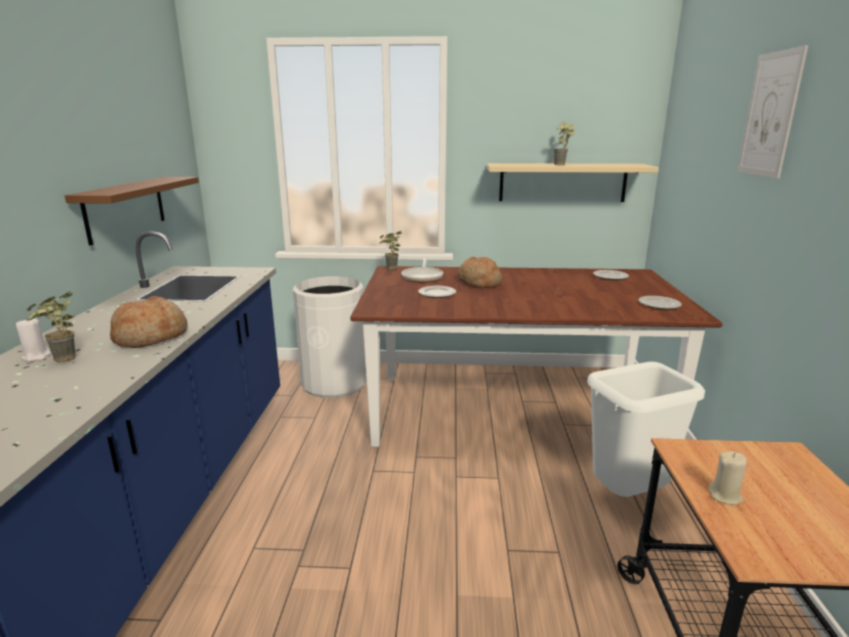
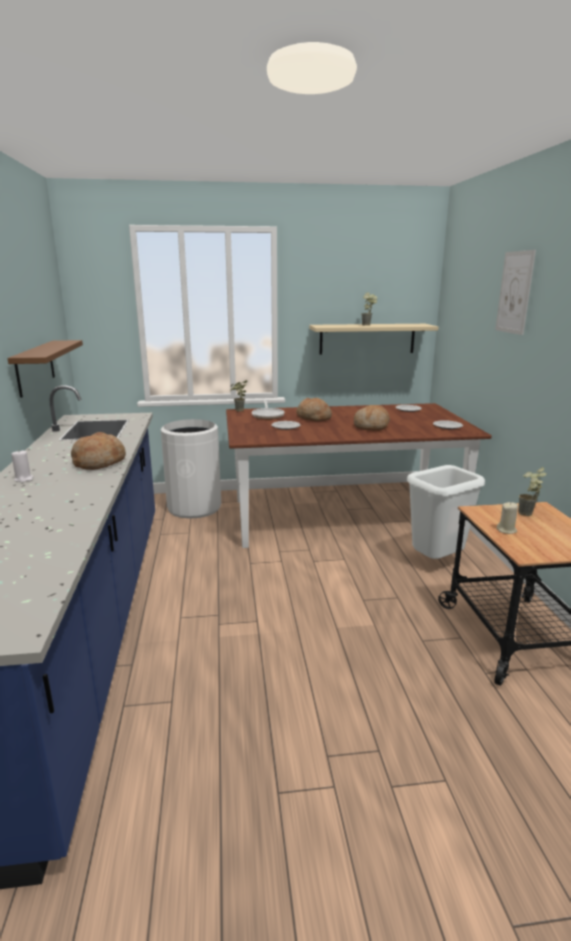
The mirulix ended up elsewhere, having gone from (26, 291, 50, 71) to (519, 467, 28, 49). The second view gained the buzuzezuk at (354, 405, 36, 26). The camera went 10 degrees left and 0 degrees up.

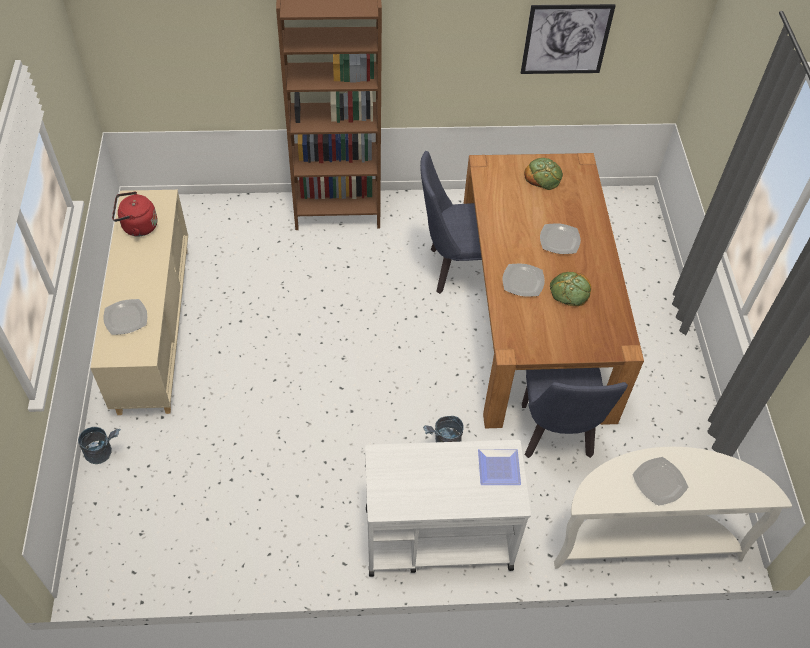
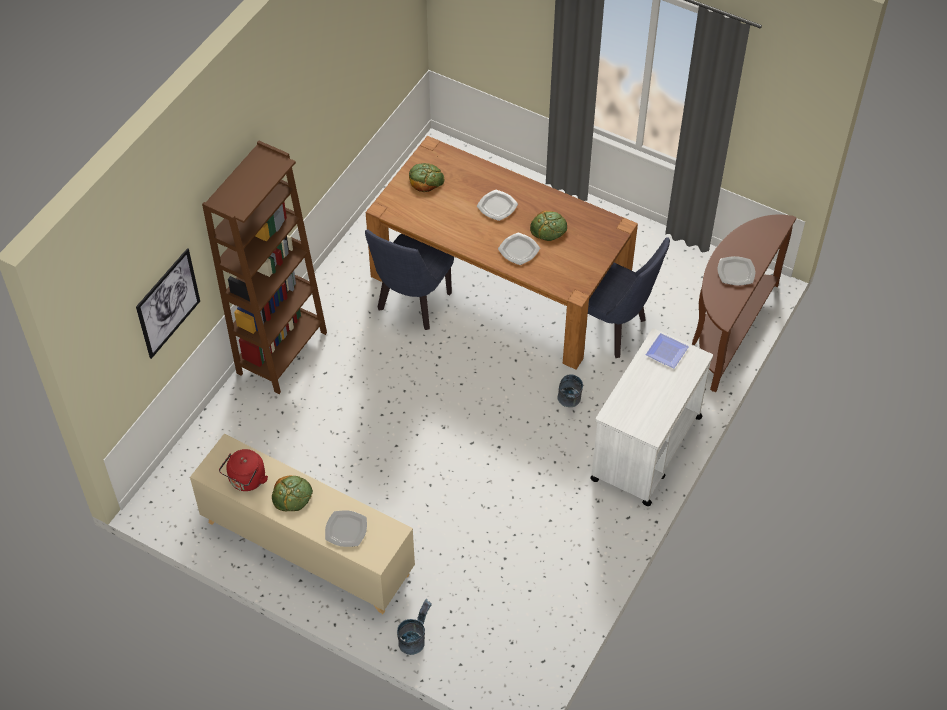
The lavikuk ended up elsewhere, having gone from (521, 4, 95, 70) to (136, 248, 64, 111). What was the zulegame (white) at (554, 447, 238, 122) turned into the zulegame (brown) at (692, 215, 105, 177). The second view gained the buzuzezuk at (272, 476, 41, 35). The camera went 55 degrees left and 0 degrees up.

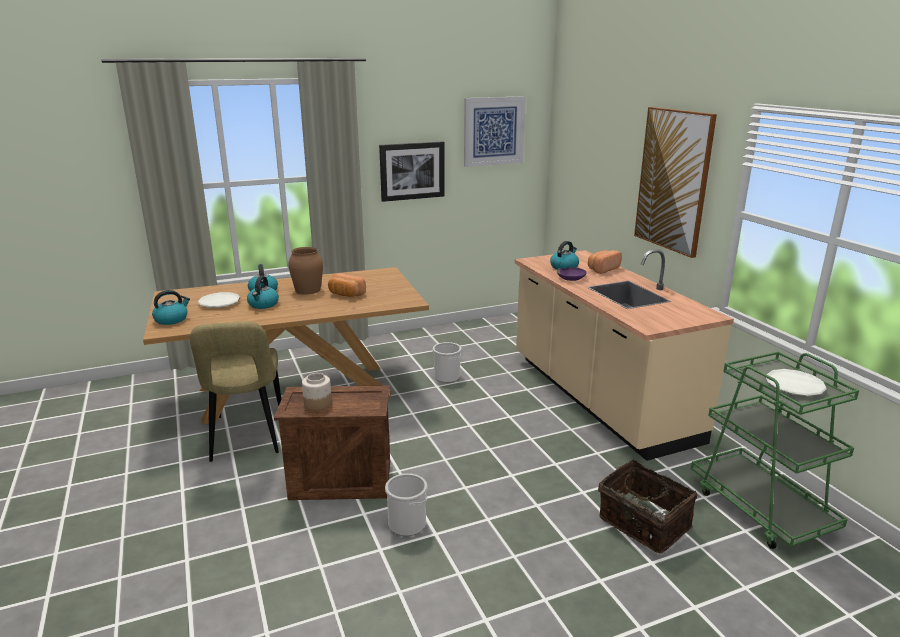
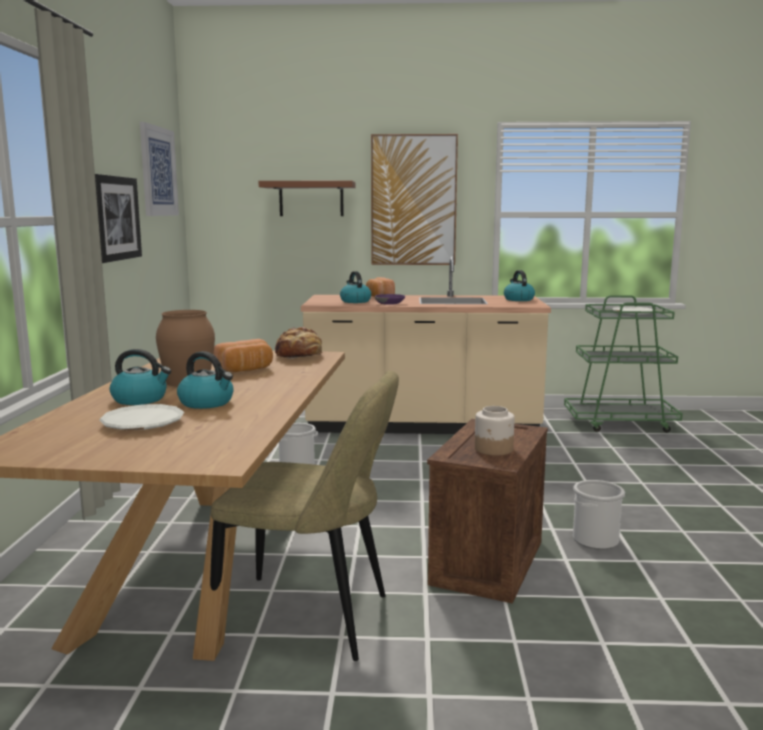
The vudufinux ended up elsewhere, having gone from (152, 290, 38, 35) to (504, 270, 31, 31). The second view lost the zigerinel at (598, 459, 100, 94). The second view gained the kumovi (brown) at (258, 181, 98, 35). The second view gained the buzuzezuk at (275, 327, 48, 32). The camera went 65 degrees left and 10 degrees down.

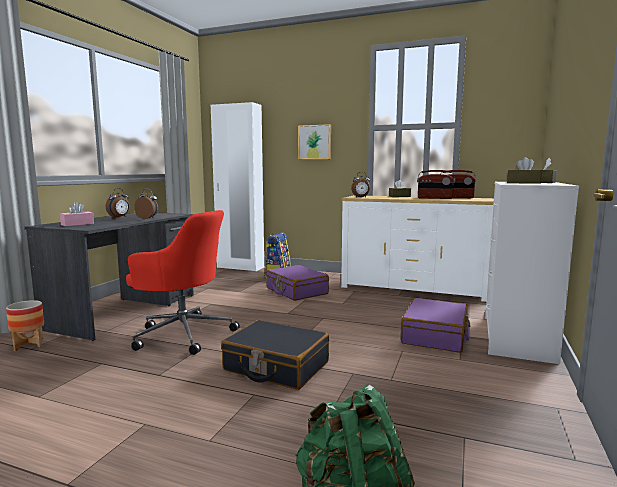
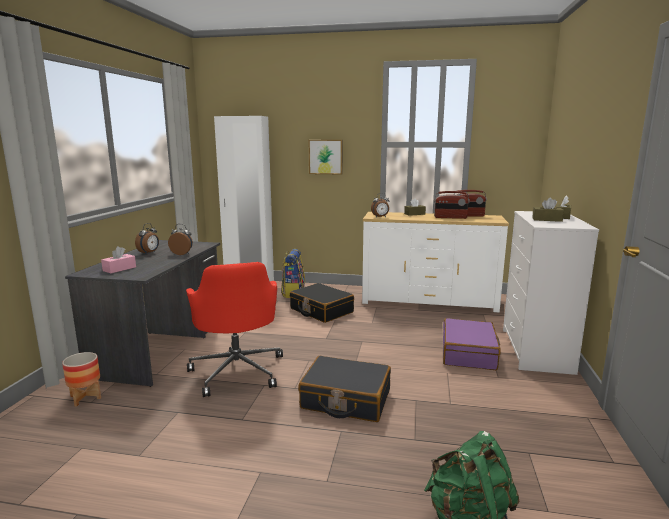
The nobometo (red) at (126, 210, 114, 145) ended up facing another way, 60 degrees clockwise from before. What was the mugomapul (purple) at (266, 265, 63, 36) turned into the mugomapul (black) at (290, 283, 64, 40). The camera went 10 degrees left and 5 degrees up.

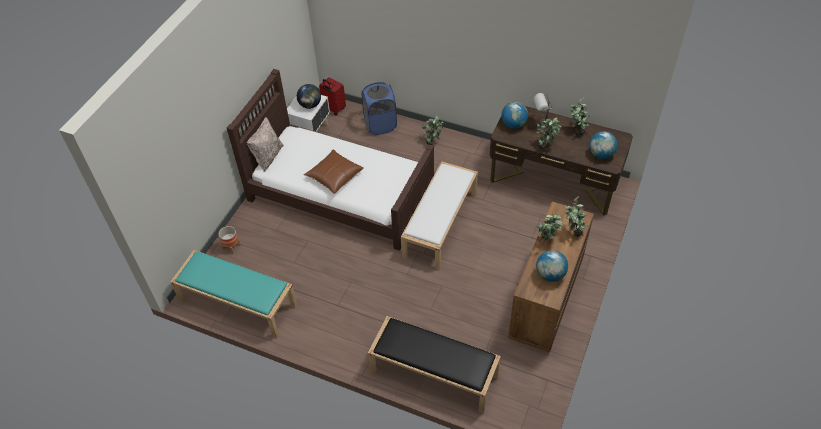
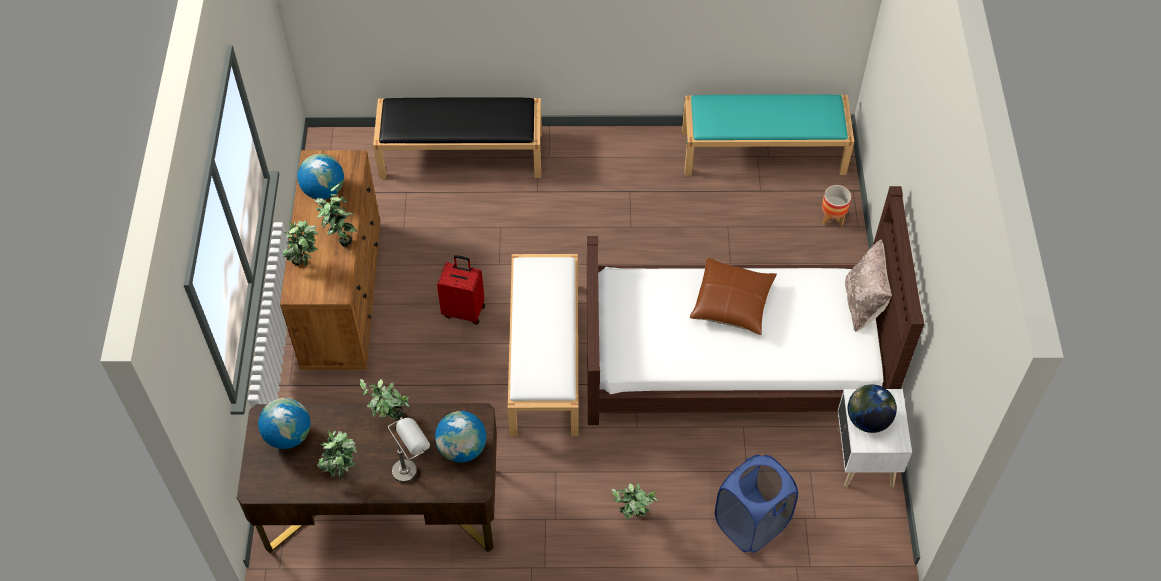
The mugomapul (red) ended up elsewhere, having gone from (319, 77, 27, 38) to (437, 255, 48, 70). The camera went 155 degrees right and 5 degrees up.

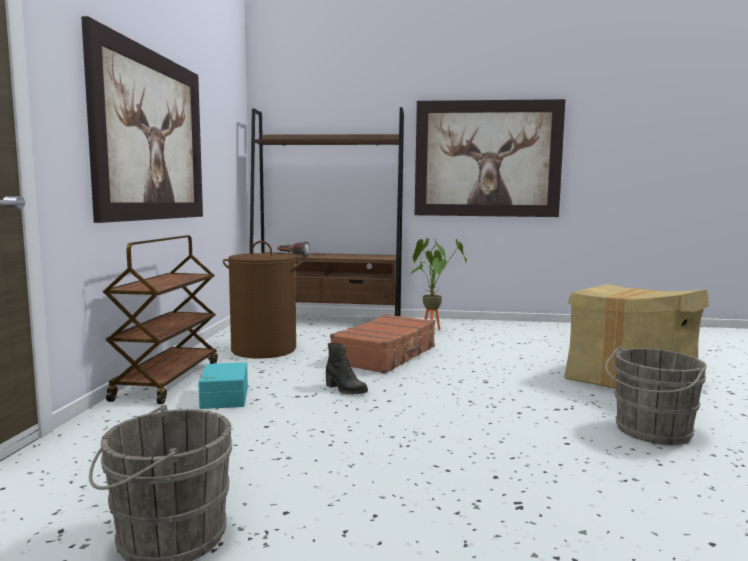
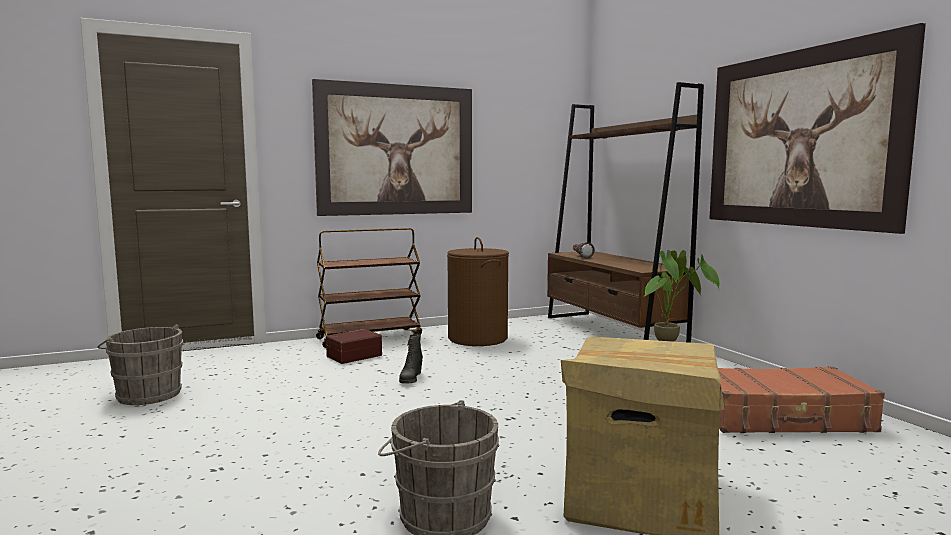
What was the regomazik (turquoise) at (198, 362, 50, 47) turned into the regomazik (brown) at (326, 329, 56, 35). The mugomapul (brown) ended up elsewhere, having gone from (330, 314, 105, 60) to (718, 366, 167, 67). The camera went 60 degrees right and 0 degrees up.

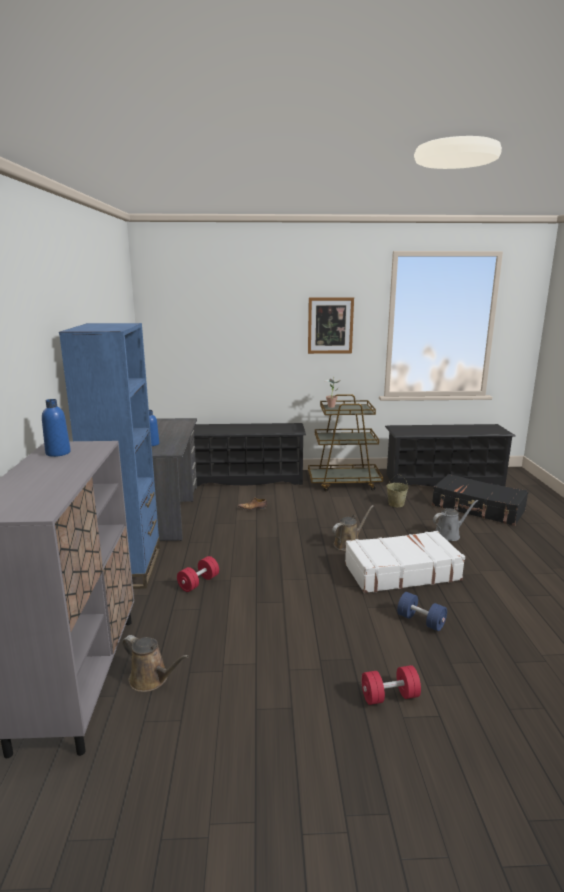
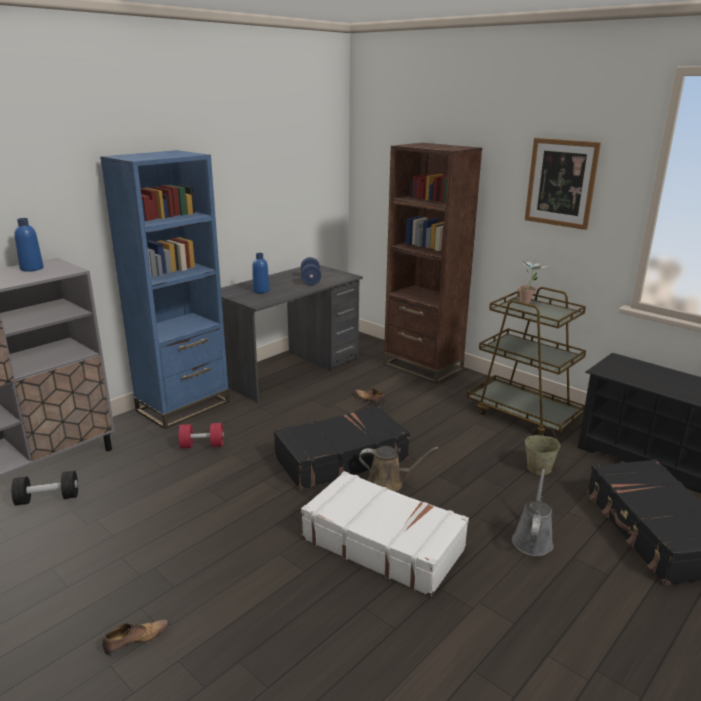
Where the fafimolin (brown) stood at (122, 635, 67, 57), the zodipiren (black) came to stand at (11, 471, 67, 34). Where the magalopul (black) stood at (194, 423, 112, 63), the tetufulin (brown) came to stand at (383, 143, 99, 241). Where the zodipiren (red) stood at (361, 665, 60, 40), the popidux came to stand at (102, 620, 68, 35). The zodipiren (blue) ended up elsewhere, having gone from (397, 592, 50, 39) to (301, 257, 20, 28). The fafimolin (grey) at (433, 500, 45, 41) ended up facing another way, 90 degrees counterclockwise from before. The second view gained the mugomapul (black) at (274, 405, 136, 85). The camera went 45 degrees right and 5 degrees up.

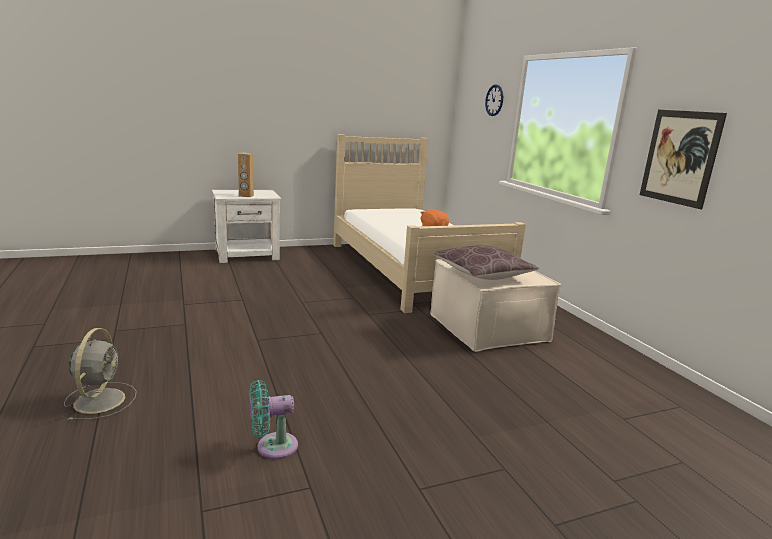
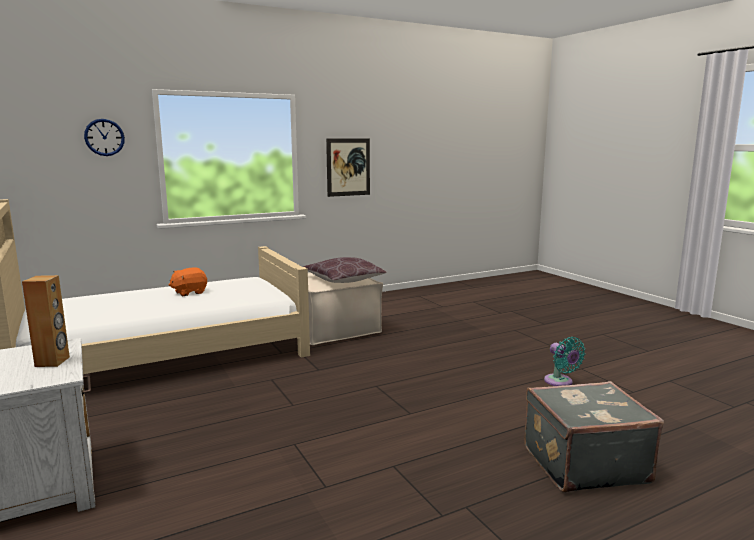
Where the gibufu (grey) stood at (64, 328, 73, 93), the mugomapul (grey) came to stand at (524, 381, 140, 112). The camera went 95 degrees left and 5 degrees down.

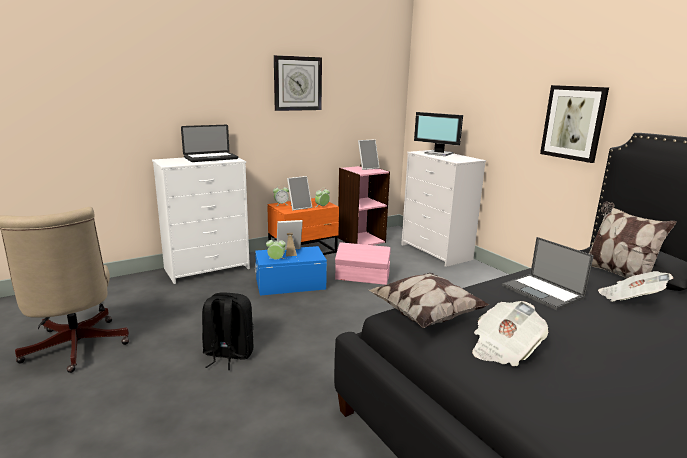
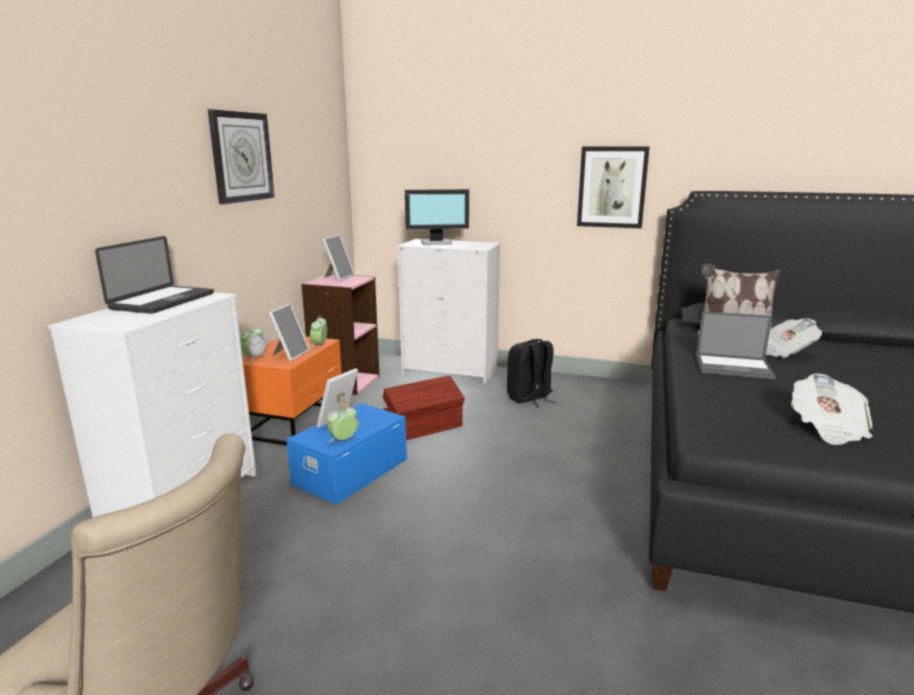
The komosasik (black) ended up elsewhere, having gone from (202, 292, 51, 78) to (507, 339, 48, 68). What was the regomazik (pink) at (335, 242, 55, 43) turned into the regomazik (brown) at (382, 375, 83, 65). The second view lost the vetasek at (368, 273, 121, 55). The camera went 40 degrees left and 0 degrees up.

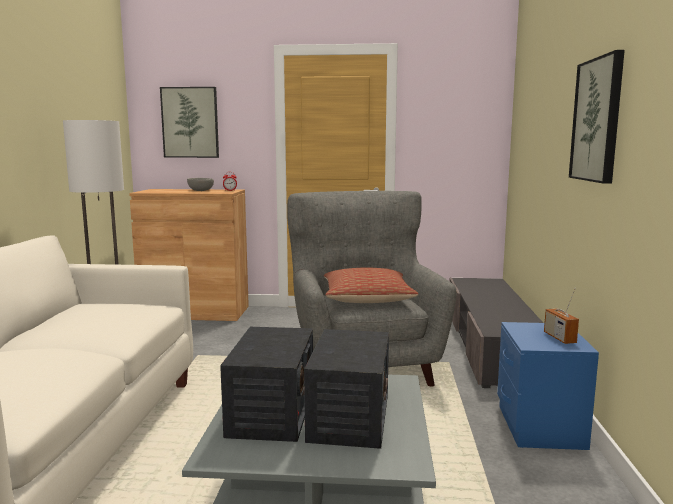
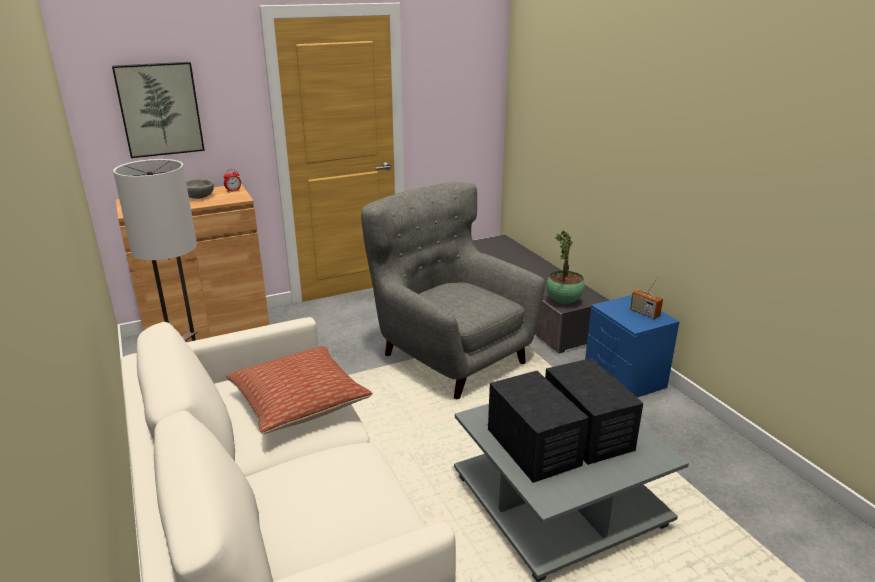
The vetasek ended up elsewhere, having gone from (324, 267, 95, 36) to (226, 346, 146, 88). The second view lost the lavikuk at (569, 50, 56, 134). The second view gained the mirulix at (547, 231, 38, 73). The camera went 30 degrees left and 15 degrees up.

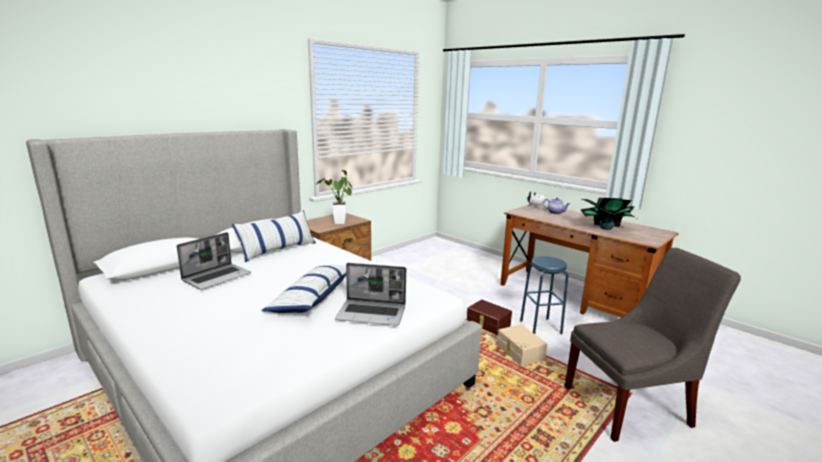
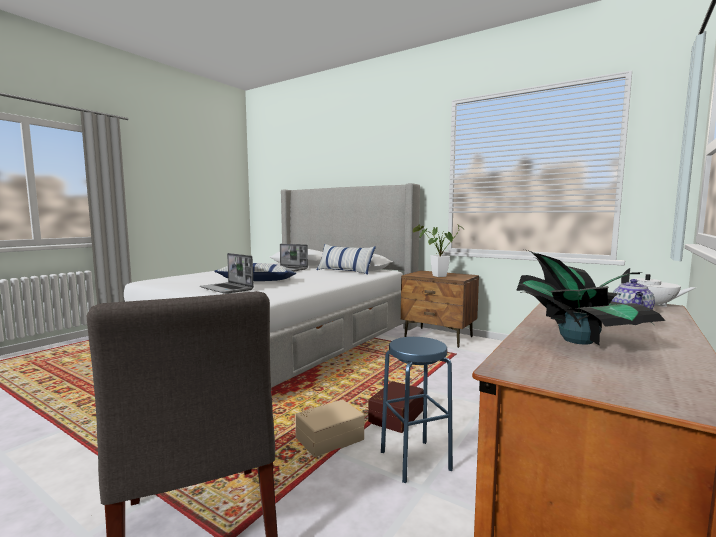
The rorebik at (335, 263, 71, 63) ended up facing another way, 45 degrees counterclockwise from before. The camera went 80 degrees right and 10 degrees down.

